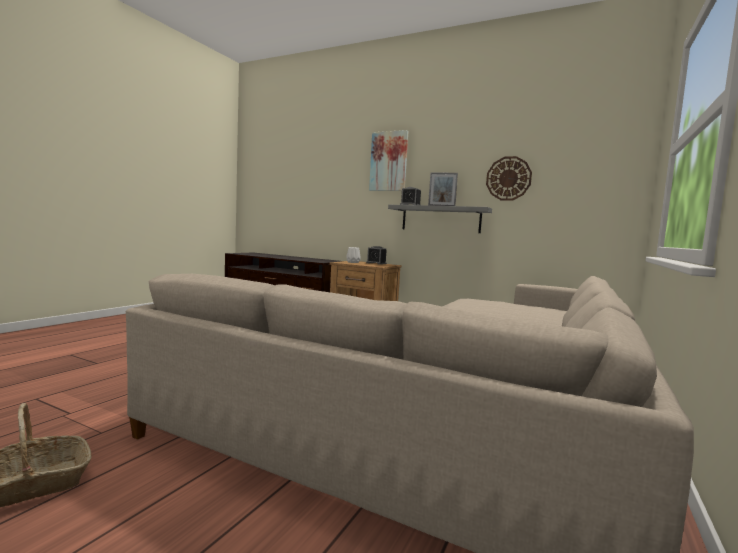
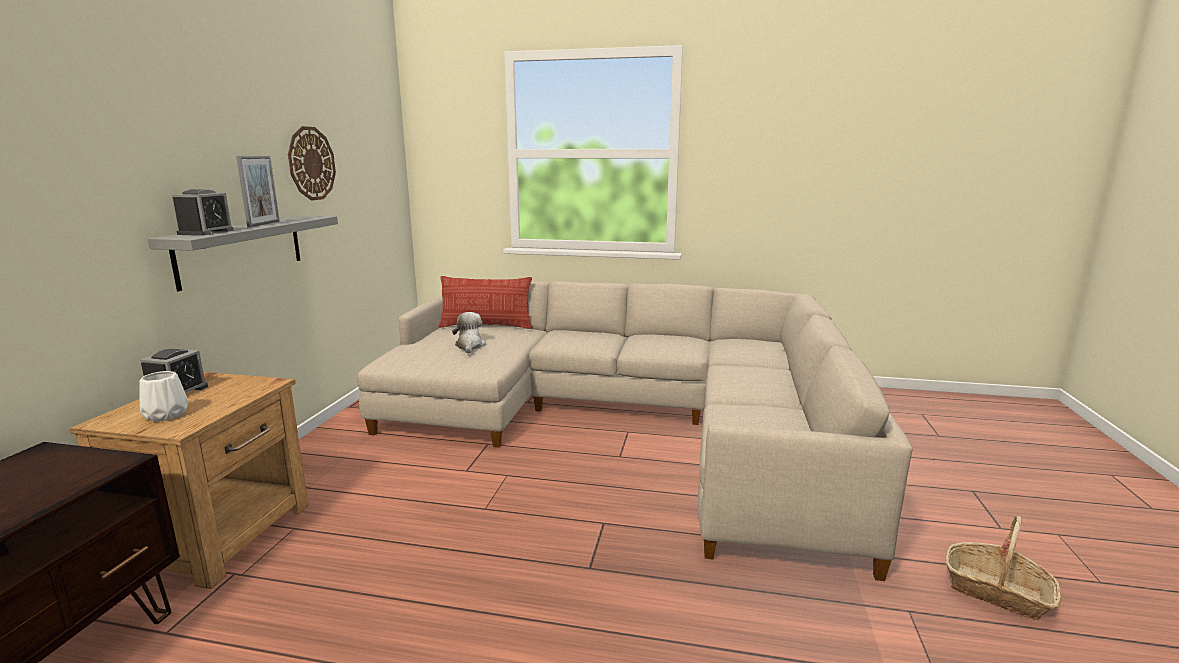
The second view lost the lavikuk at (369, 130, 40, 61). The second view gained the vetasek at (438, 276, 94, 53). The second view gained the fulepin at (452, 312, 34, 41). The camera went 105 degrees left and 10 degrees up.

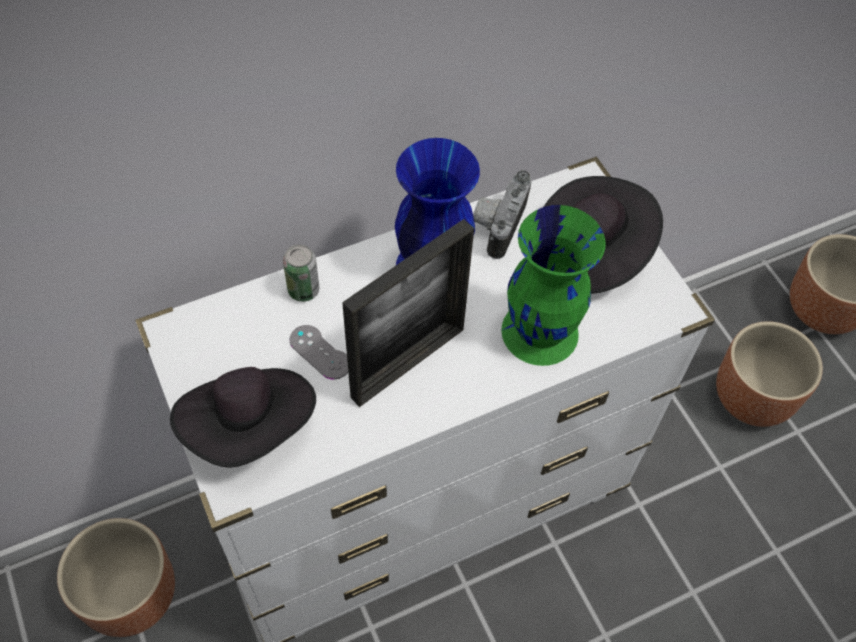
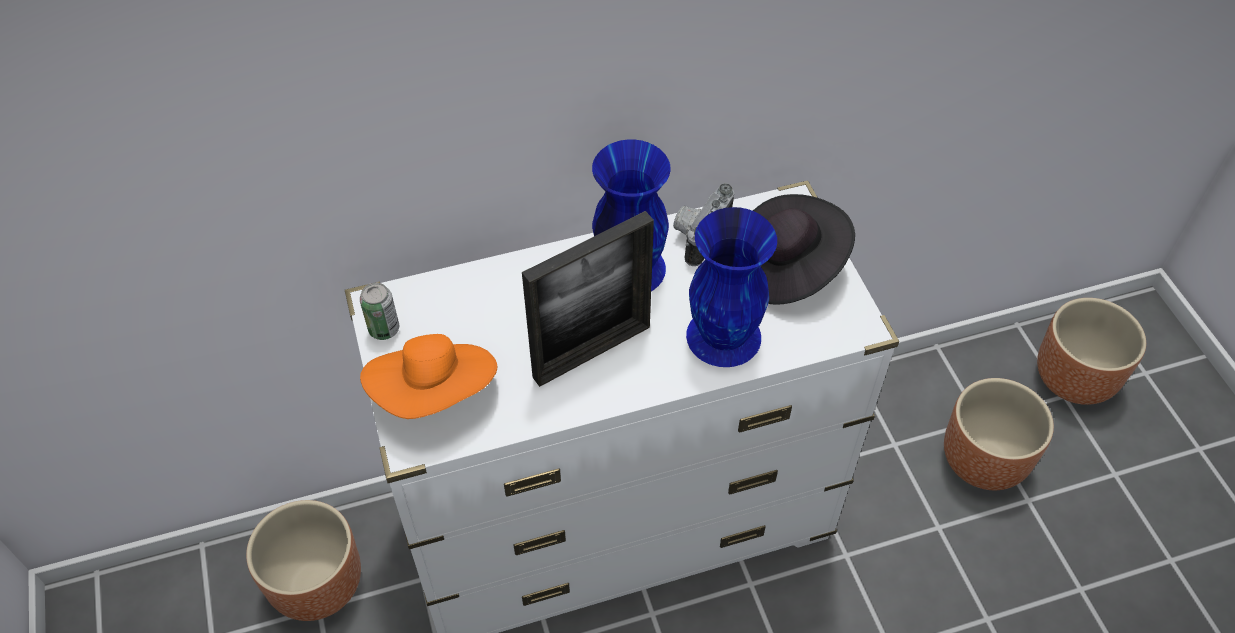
What was the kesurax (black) at (170, 367, 146, 101) turned into the kesurax (orange) at (360, 334, 137, 85). The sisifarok ended up elsewhere, having gone from (283, 244, 36, 58) to (360, 283, 39, 57). The second view lost the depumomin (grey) at (290, 325, 58, 55). What was the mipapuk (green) at (501, 205, 105, 161) turned into the mipapuk (blue) at (686, 207, 91, 160). The camera went 10 degrees right and 5 degrees down.

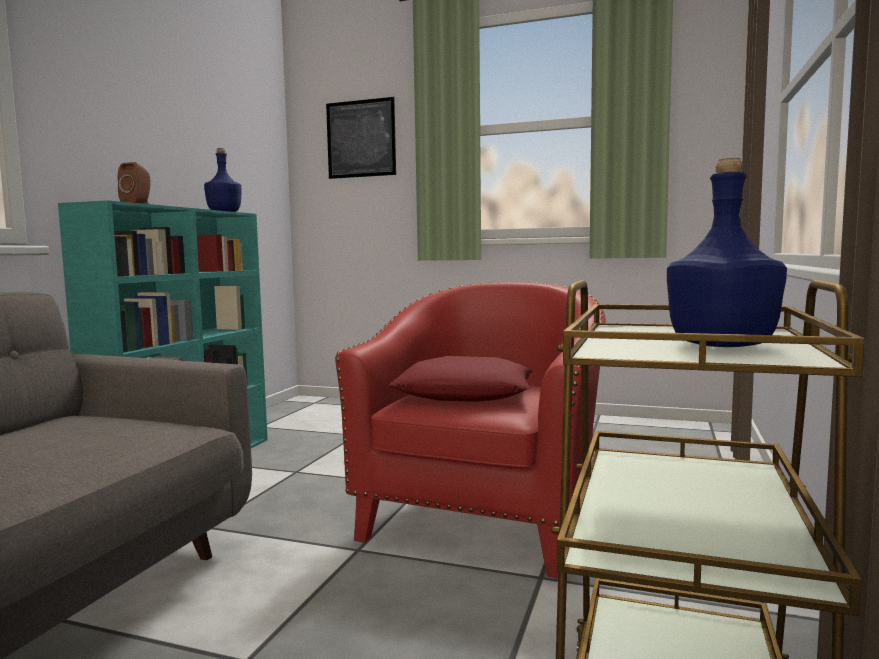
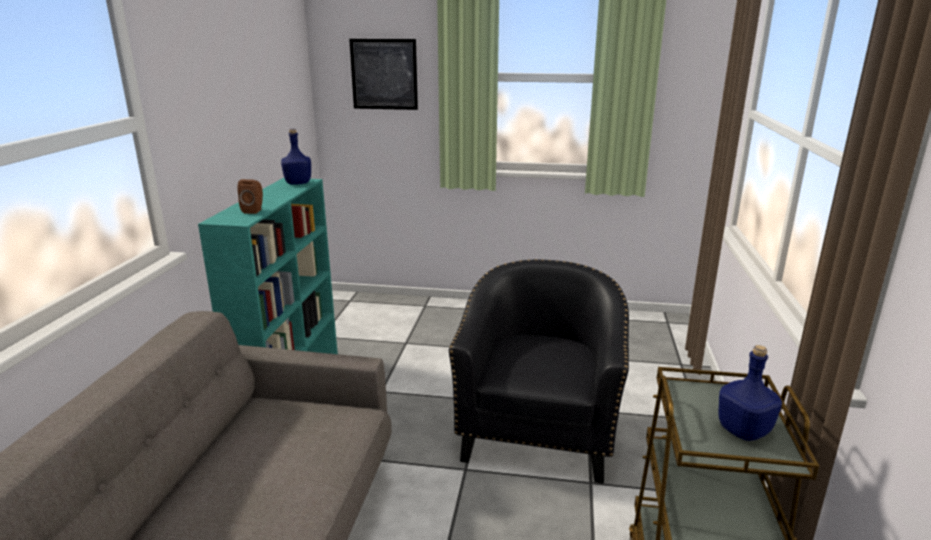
What was the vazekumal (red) at (335, 282, 271, 297) turned into the vazekumal (black) at (449, 259, 180, 225). The second view lost the vetasek (red) at (389, 356, 144, 46). The camera went 10 degrees left and 15 degrees up.

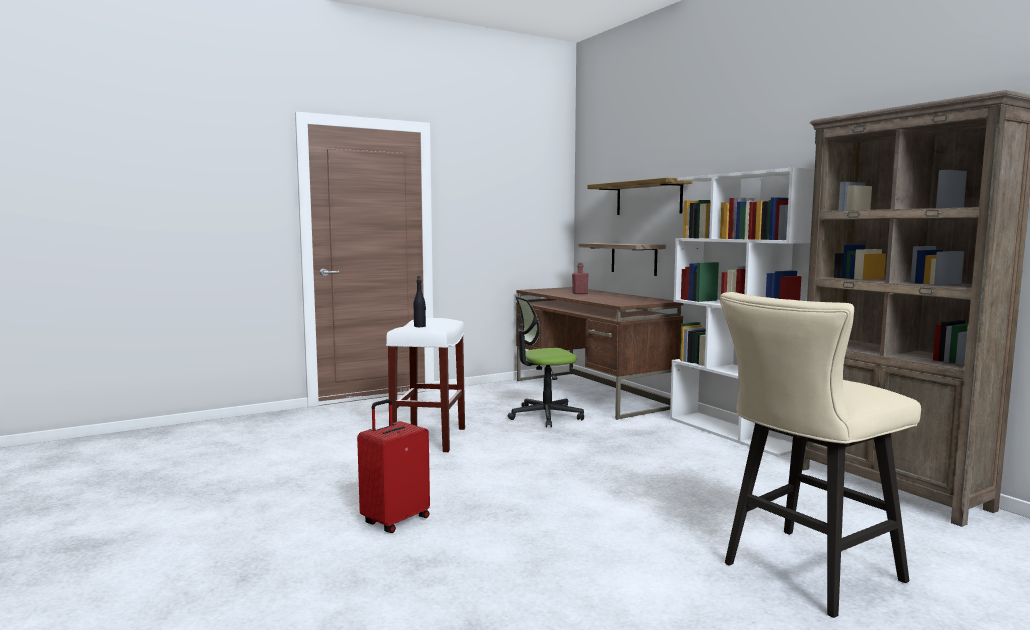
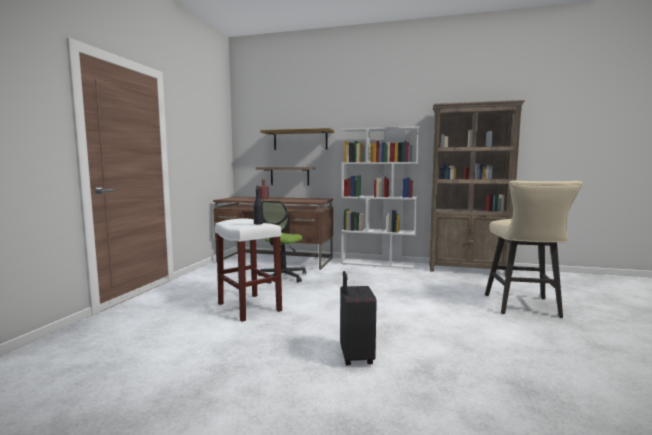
What was the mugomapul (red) at (357, 399, 73, 134) turned into the mugomapul (black) at (340, 271, 37, 95). The camera went 45 degrees left and 0 degrees up.

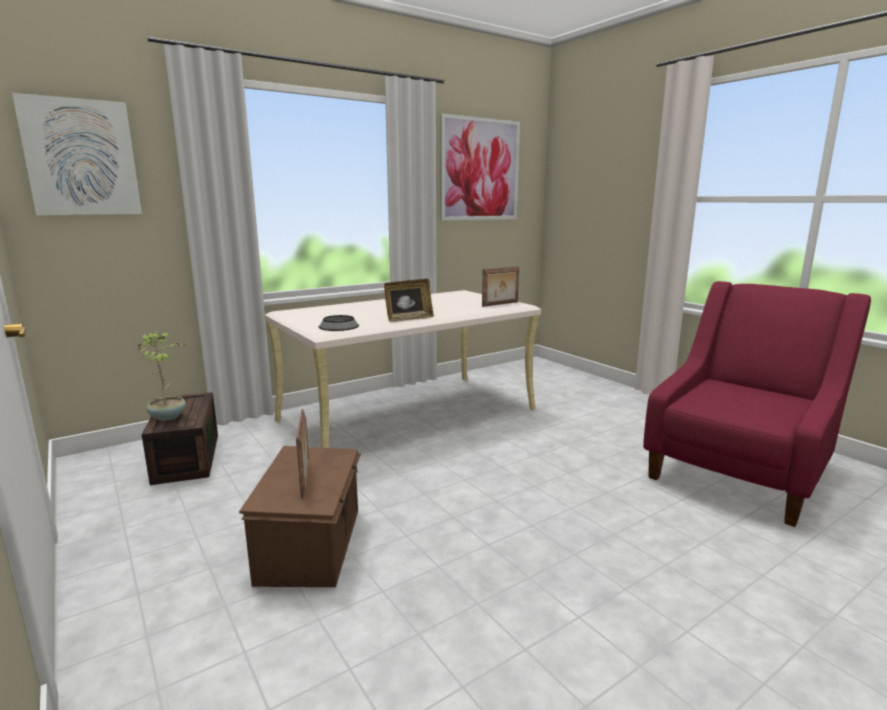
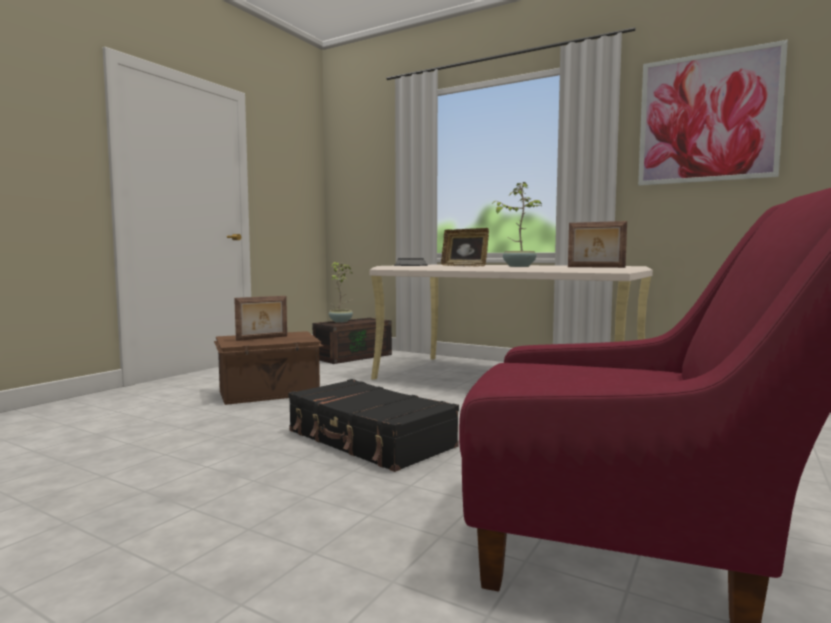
The second view lost the lavikuk at (12, 93, 130, 122). The second view gained the mugomapul (black) at (288, 379, 171, 93). The second view gained the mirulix at (491, 182, 51, 85). The camera went 65 degrees right and 10 degrees down.

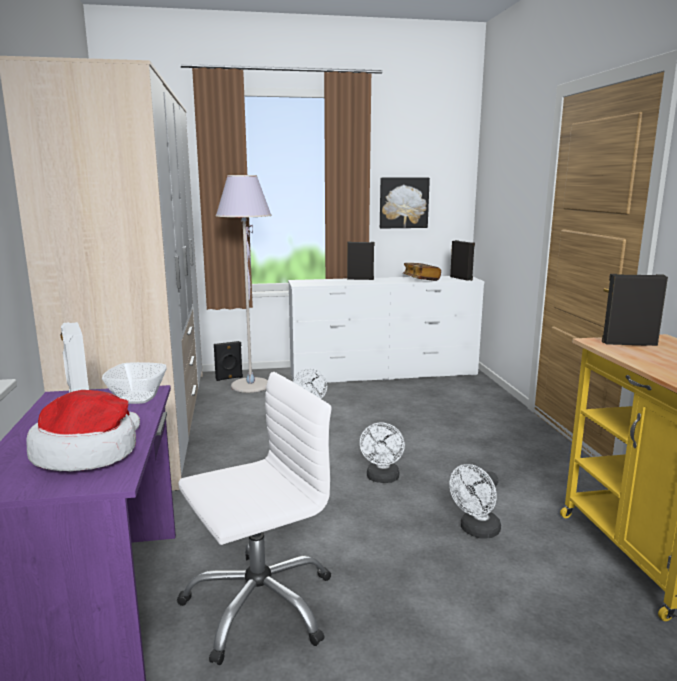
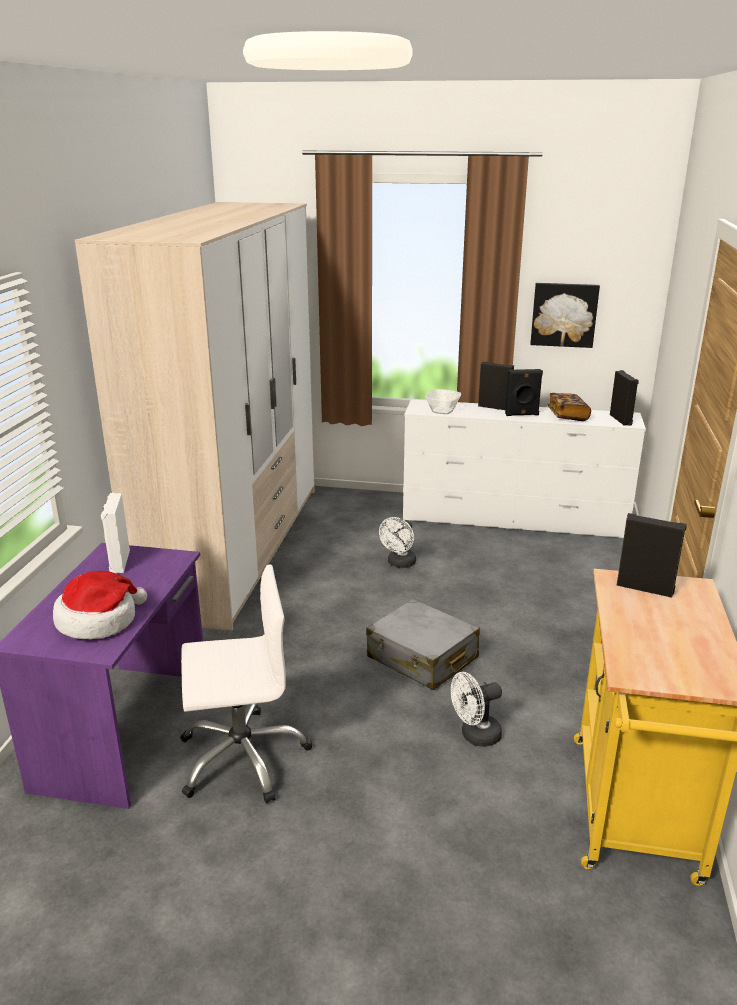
The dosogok ended up elsewhere, having gone from (102, 362, 65, 42) to (425, 389, 36, 25). The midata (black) ended up elsewhere, having gone from (214, 341, 29, 40) to (505, 369, 38, 47). The second view lost the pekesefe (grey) at (216, 175, 56, 218). Where the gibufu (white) stood at (360, 423, 45, 60), the mugomapul (grey) came to stand at (366, 599, 114, 91). The camera went 20 degrees right and 10 degrees up.

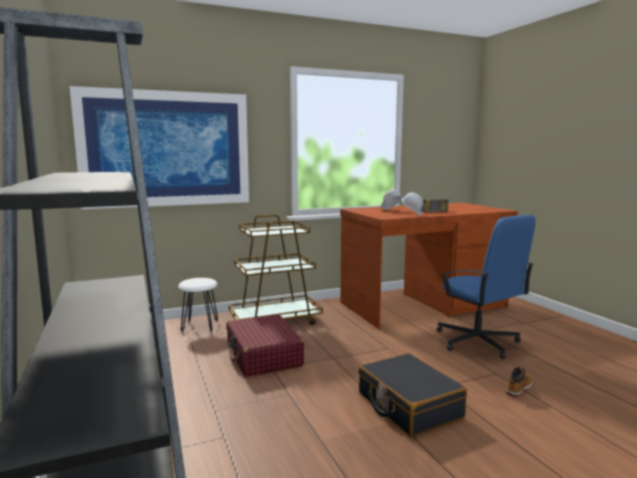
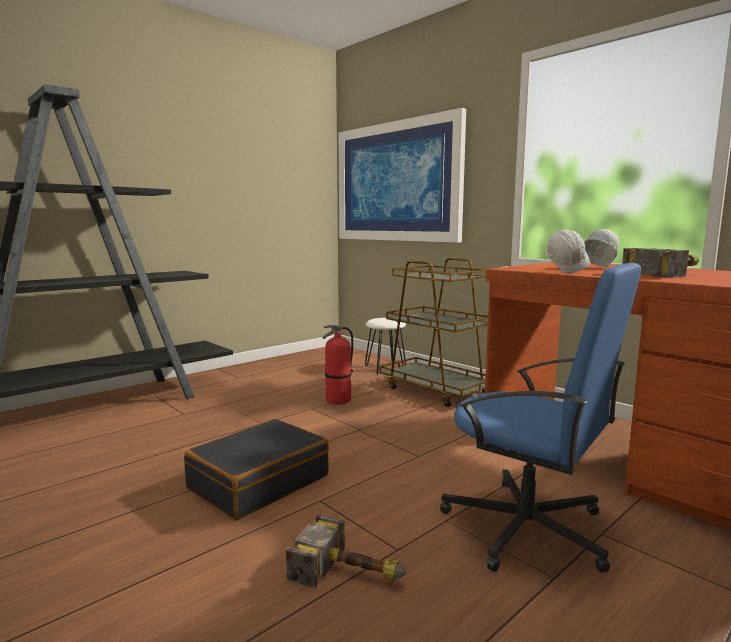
Where the mugomapul (red) stood at (226, 314, 78, 63), the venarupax came to stand at (323, 325, 30, 79). The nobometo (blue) at (437, 215, 99, 143) ended up facing another way, 90 degrees counterclockwise from before. Where the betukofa stood at (506, 367, 27, 30), the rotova came to stand at (286, 514, 120, 74). The camera went 70 degrees right and 0 degrees up.

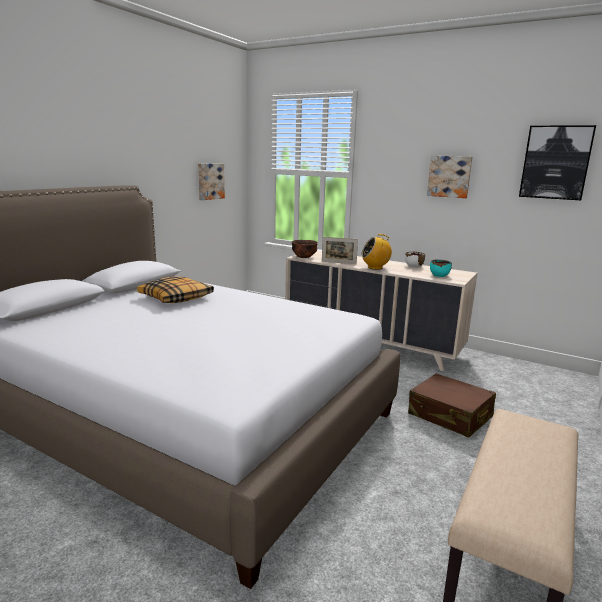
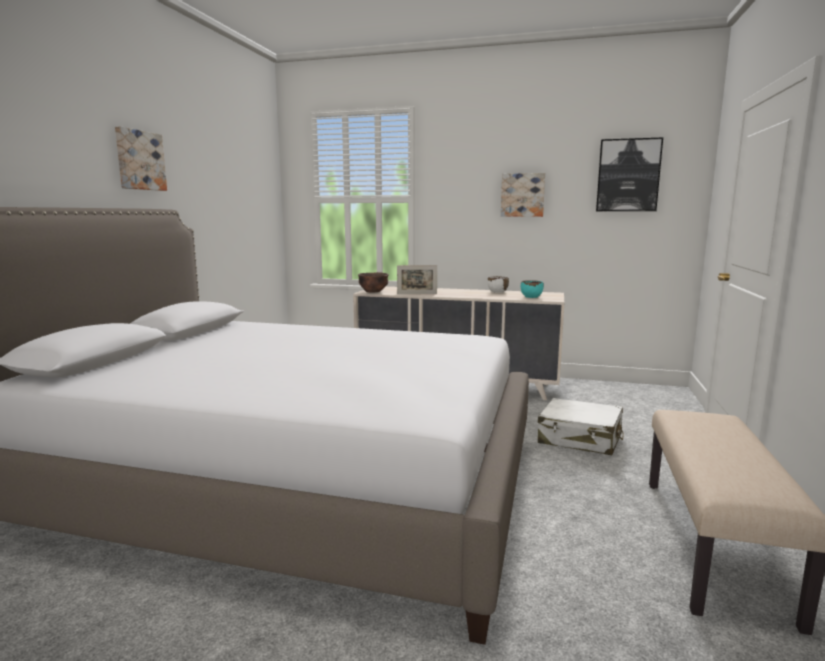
The second view lost the vetasek at (137, 276, 77, 27). The lavikuk ended up elsewhere, having gone from (198, 164, 27, 36) to (115, 126, 52, 65). The second view lost the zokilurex at (361, 234, 31, 36). What was the mugomapul (brown) at (408, 373, 88, 65) turned into the mugomapul (white) at (538, 398, 86, 57). The camera went 15 degrees left and 5 degrees down.

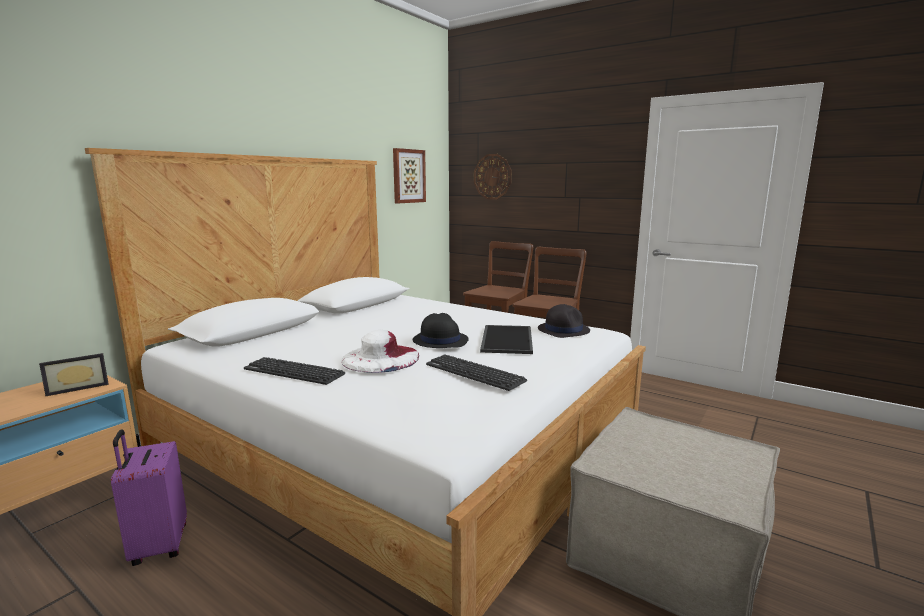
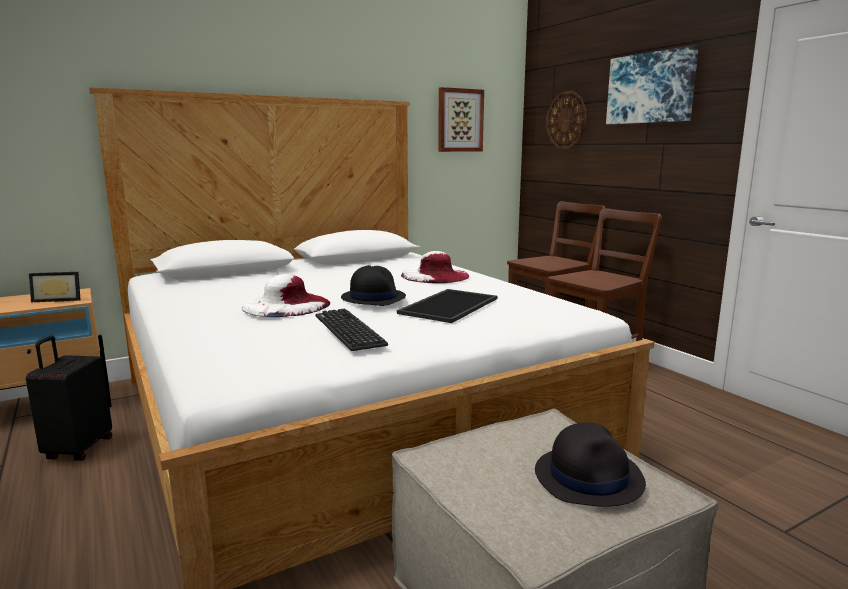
What was the mugomapul (purple) at (111, 429, 76, 137) turned into the mugomapul (black) at (26, 336, 86, 125). The second view lost the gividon at (244, 357, 101, 28). The kesurax (black) ended up elsewhere, having gone from (538, 304, 52, 34) to (535, 422, 111, 85). The second view gained the kesurax (white) at (401, 251, 68, 32). The second view gained the lavikuk at (606, 45, 93, 79). The camera went 25 degrees right and 0 degrees up.

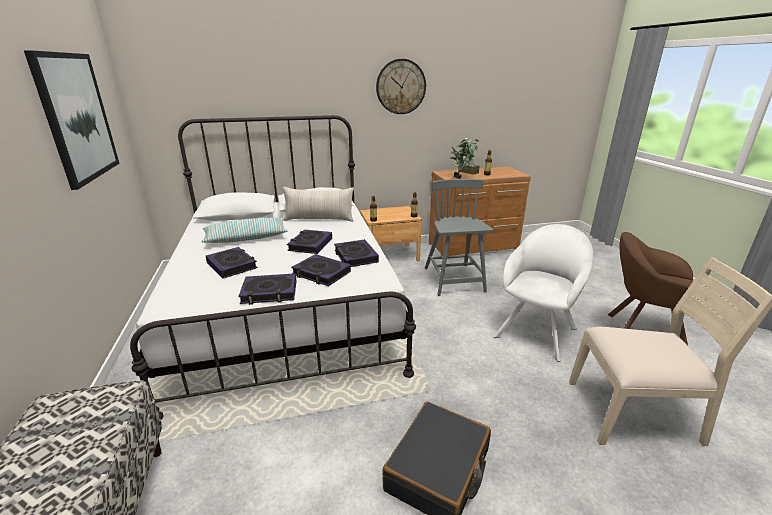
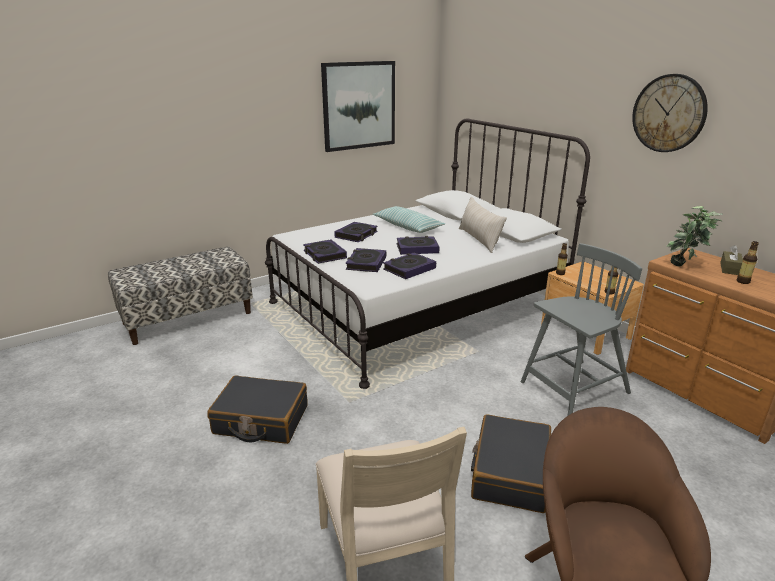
Where the vazekumal (white) stood at (494, 224, 100, 138), the mugomapul (black) came to stand at (471, 414, 80, 99). The camera went 70 degrees right and 0 degrees up.

